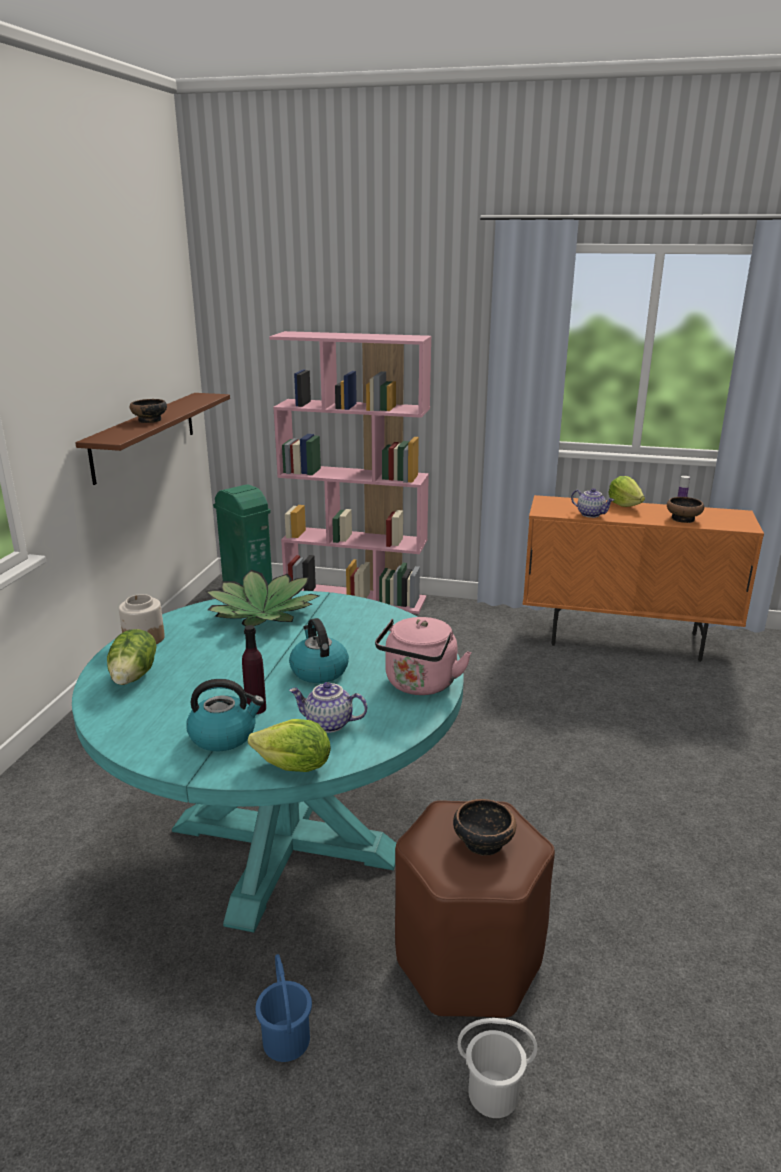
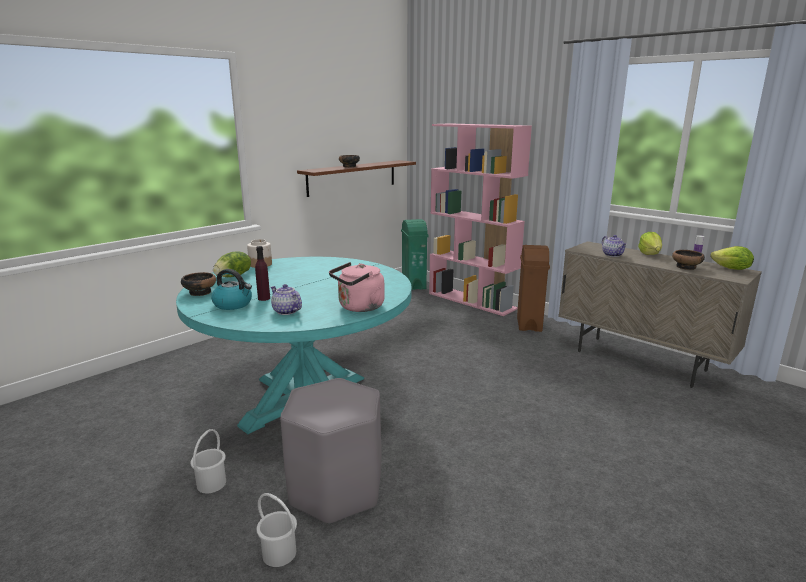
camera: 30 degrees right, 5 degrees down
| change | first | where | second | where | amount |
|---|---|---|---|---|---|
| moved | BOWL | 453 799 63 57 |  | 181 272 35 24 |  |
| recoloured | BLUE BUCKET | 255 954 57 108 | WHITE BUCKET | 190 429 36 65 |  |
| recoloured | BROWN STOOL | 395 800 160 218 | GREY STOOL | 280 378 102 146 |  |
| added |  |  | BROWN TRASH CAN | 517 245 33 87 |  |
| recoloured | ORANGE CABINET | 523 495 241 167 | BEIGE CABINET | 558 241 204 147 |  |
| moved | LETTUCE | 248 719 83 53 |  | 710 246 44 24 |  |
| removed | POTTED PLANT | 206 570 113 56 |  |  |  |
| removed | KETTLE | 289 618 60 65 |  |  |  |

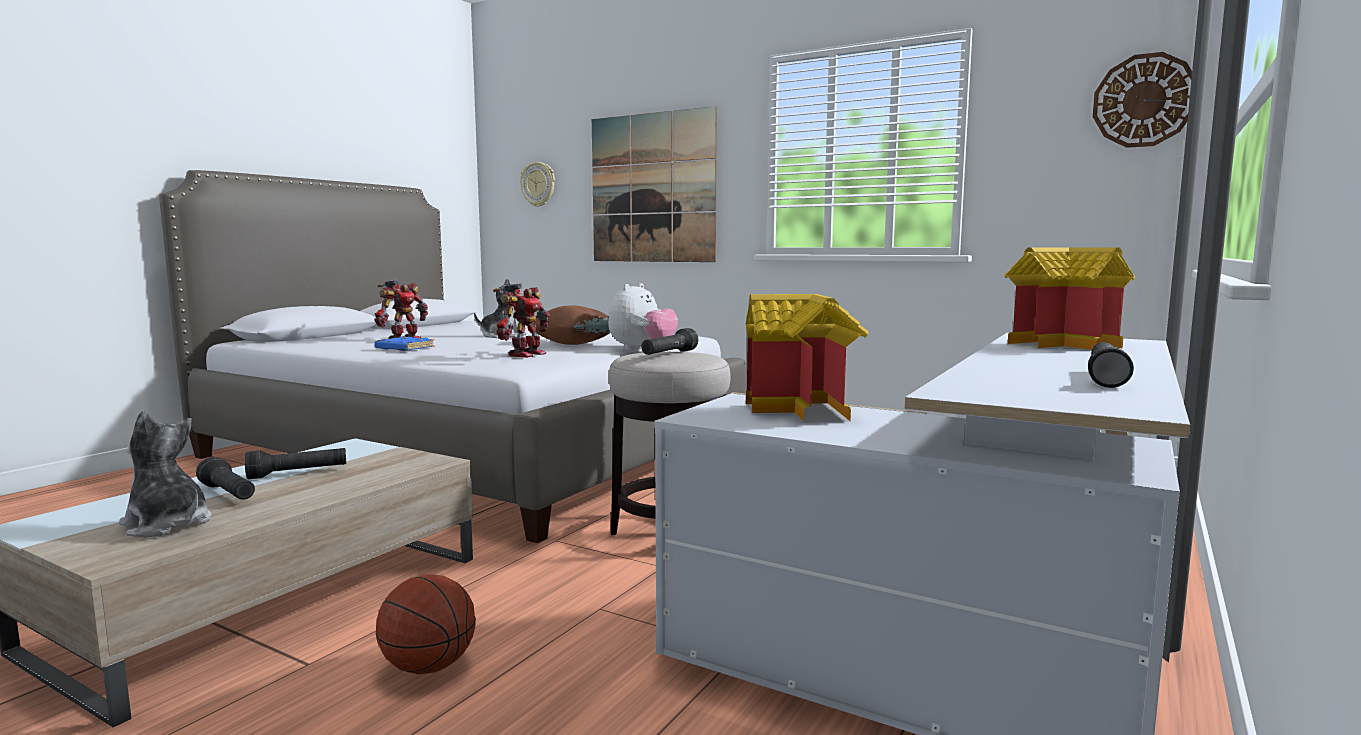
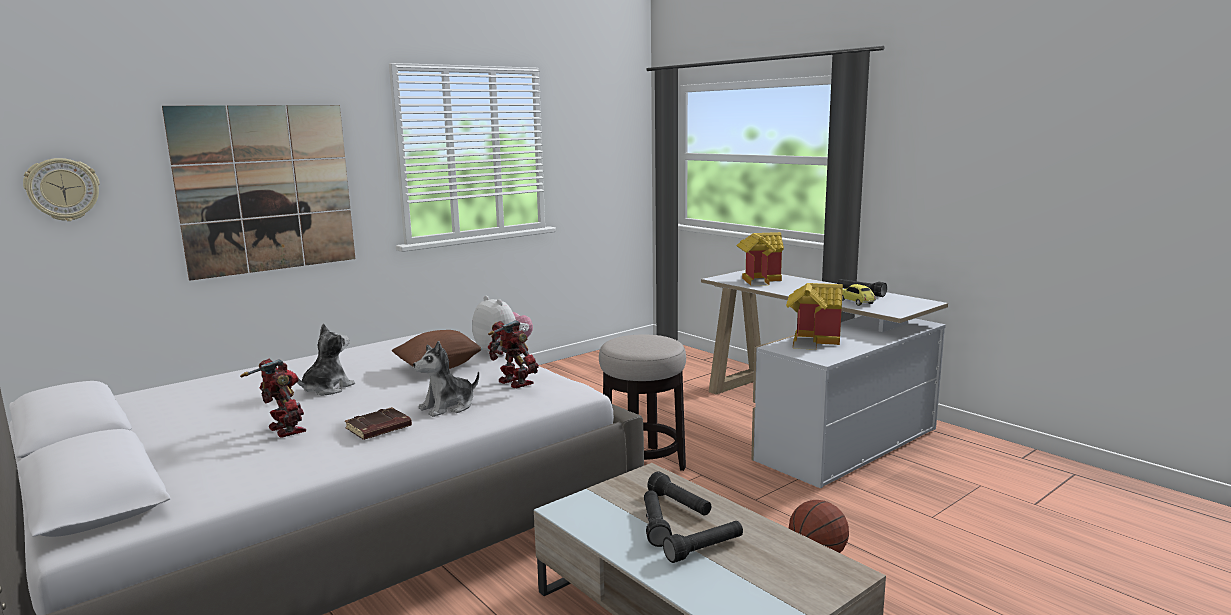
camera: 70 degrees left, 5 degrees up
| change | first | where | second | where | amount |
|---|---|---|---|---|---|
| recoloured | BLUE BOOK | 375 336 60 15 | BROWN BOOK | 345 407 67 33 |  |
| moved | PLUSH TOY | 119 411 93 126 |  | 413 341 66 76 |  |
| moved | BLACK FLASHLIGHT | 641 328 57 27 |  | 647 472 64 44 |  |
| added |  |  | TOY CAR | 842 284 34 22 |  |
| removed | WALL CLOCK | 1093 52 99 96 |  |  |  |

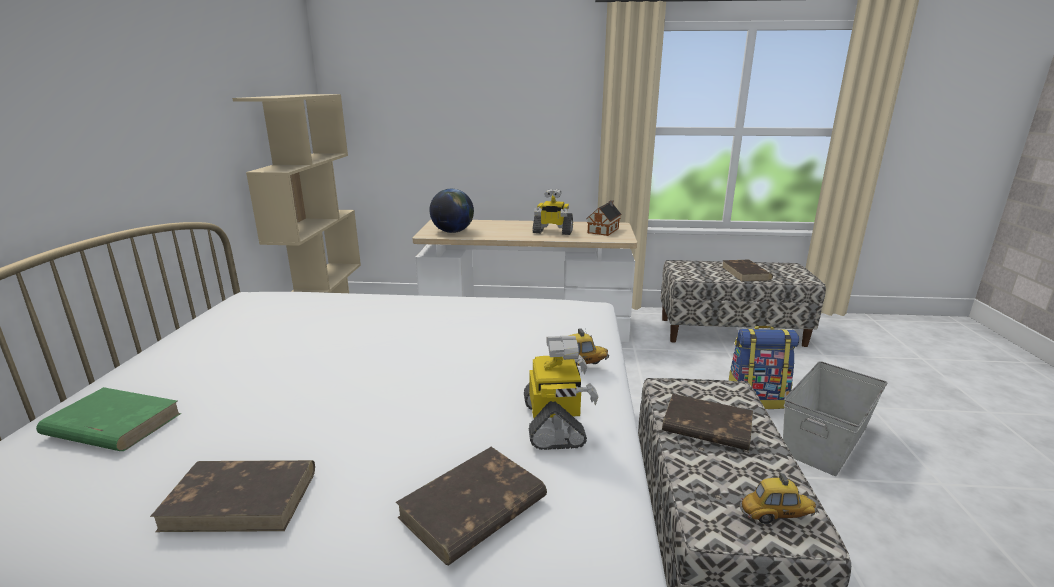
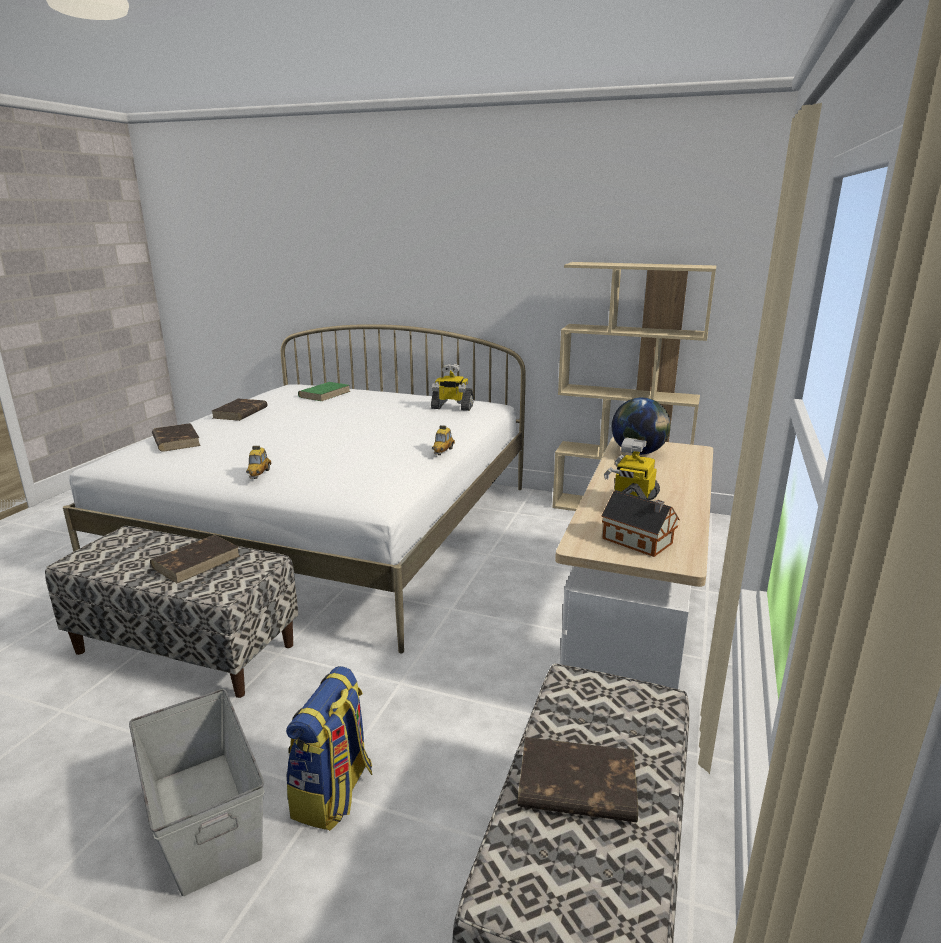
camera: 105 degrees right, 0 degrees up
| change | first | where | second | where | amount |
|---|---|---|---|---|---|
| moved | TOY ROBOT | 524 336 74 114 |  | 431 363 43 48 |  |
| moved | TOY CAR | 738 473 79 51 |  | 432 425 23 30 |  |

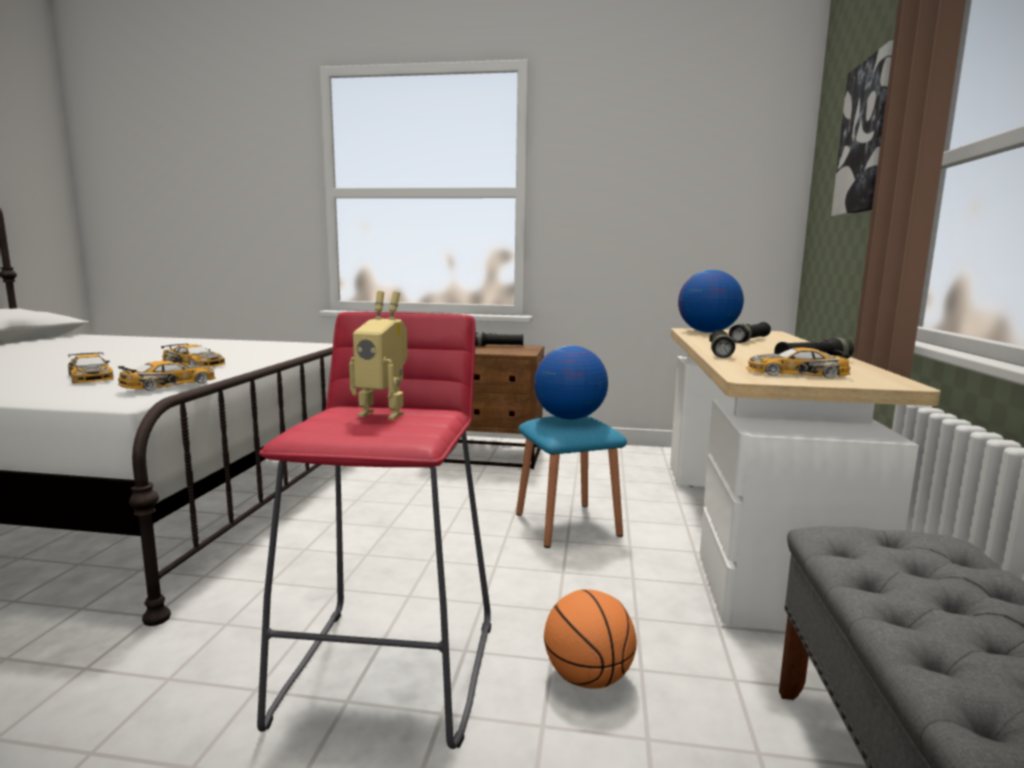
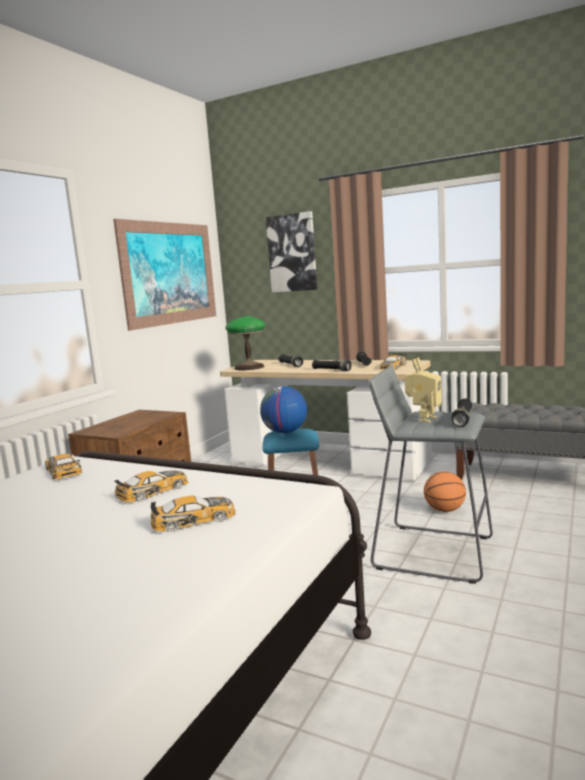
camera: 70 degrees left, 0 degrees up
| change | first | where | second | where | amount |
|---|---|---|---|---|---|
| moved | TOY CAR | 117 361 99 30 |  | 45 454 37 25 |  |
| added |  |  | PICTURE | 113 219 103 112 |  |
| replaced | GLOBE | 678 270 66 63 | TABLE LAMP | 226 316 40 54 |  |
| recoloured | RED STOOL | 257 312 234 437 | GREY STOOL | 369 366 124 218 |  |
| moved | BLACK FLASHLIGHT | 475 332 48 14 |  | 451 399 21 28 |  |

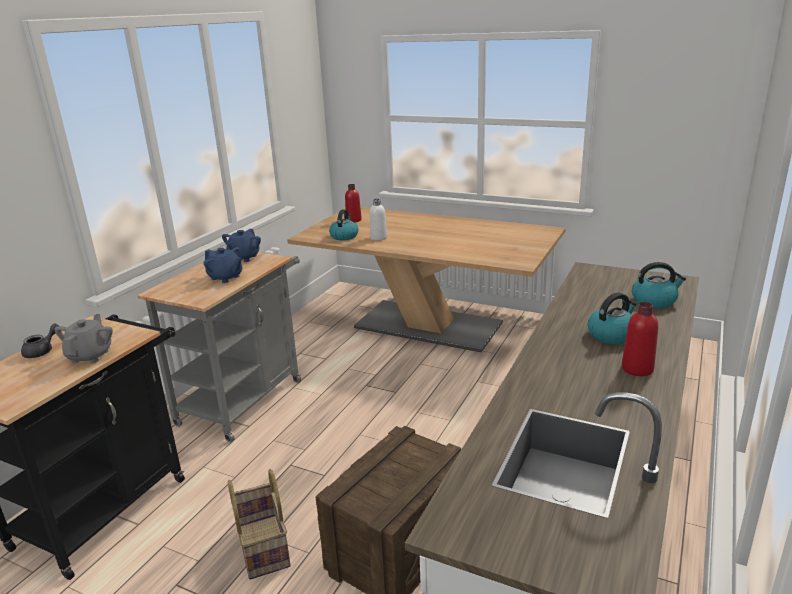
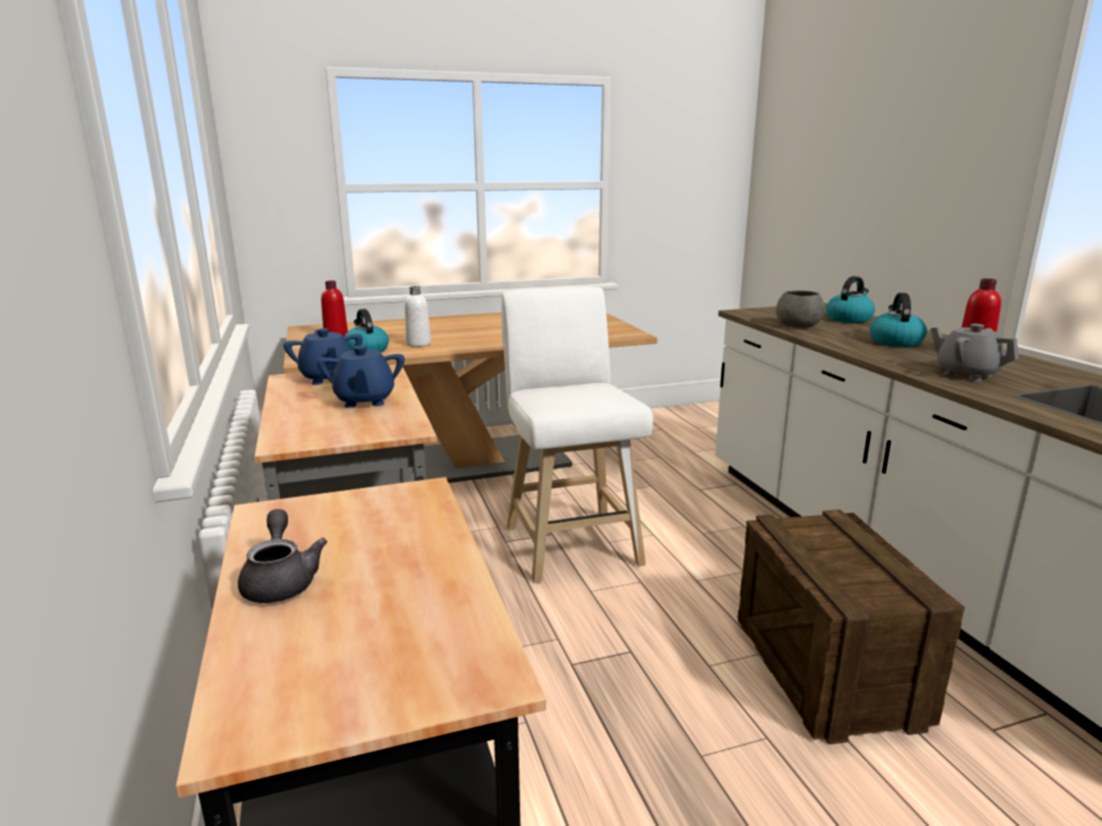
camera: 45 degrees left, 5 degrees down
| change | first | where | second | where | amount |
|---|---|---|---|---|---|
| turned | BLUE TEAPOT | 204 247 38 36 |  | 317 346 88 62 | 90 degrees clockwise |
| added |  |  | WHITE STOOL | 501 287 152 296 |  |
| added |  |  | GREY BOWL | 776 290 49 38 |  |
| moved | GREY TEAPOT | 54 314 59 49 |  | 931 324 87 57 |  |
| removed | BASKET | 228 469 63 110 |  |  |  |

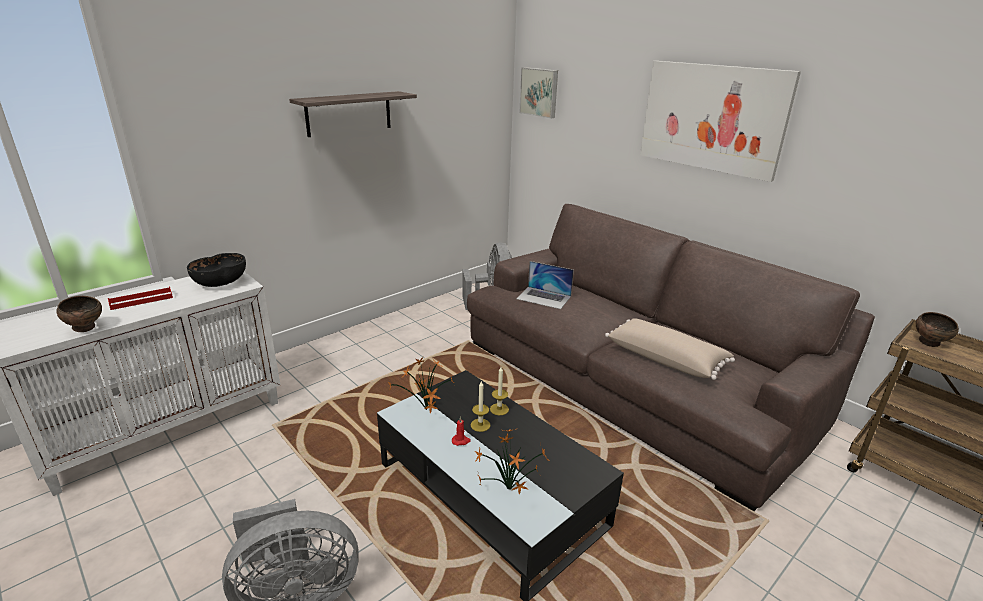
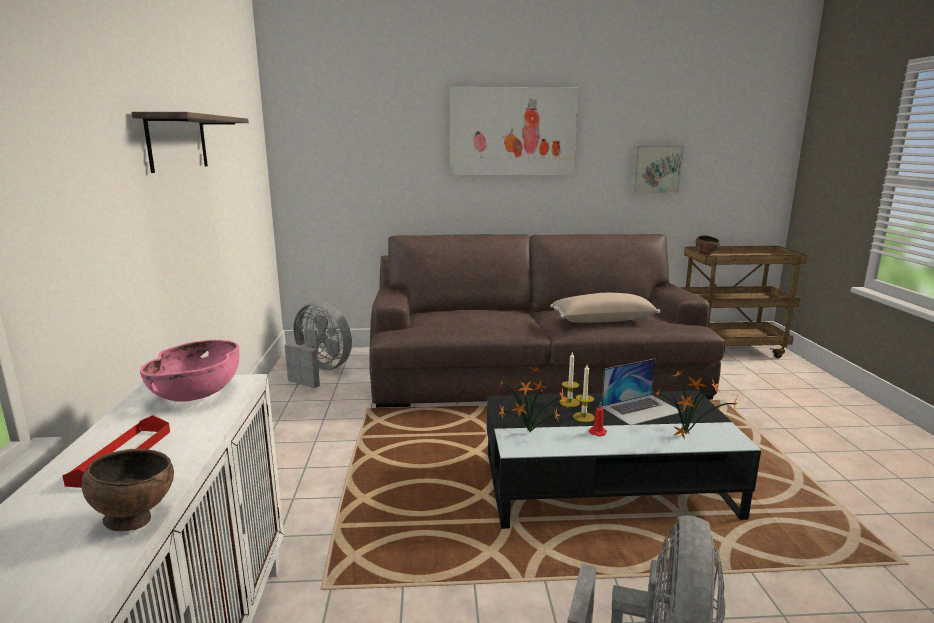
camera: 50 degrees left, 10 degrees down
| change | first | where | second | where | amount |
|---|---|---|---|---|---|
| recoloured | BLACK BOWL | 187 253 59 34 | PINK BOWL | 140 340 99 62 |  |
| moved | LAPTOP | 516 261 58 48 |  | 601 359 78 67 |  |
| moved | PICTURE | 519 67 39 52 |  | 632 146 52 48 |  |

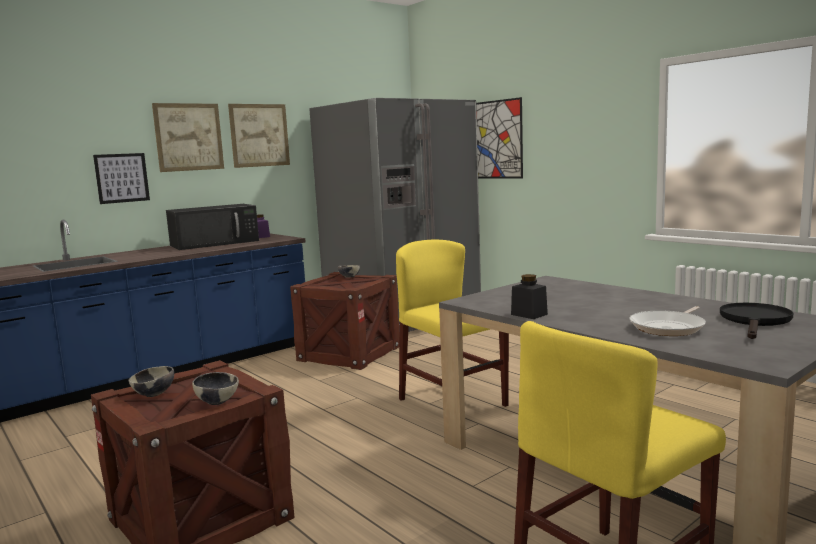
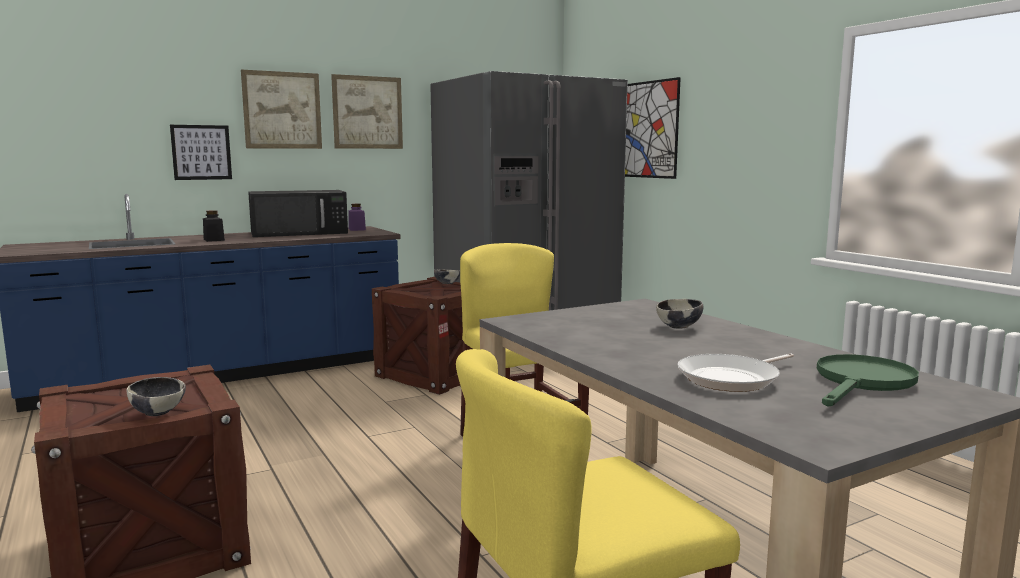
camera: 10 degrees right, 0 degrees up
| change | first | where | second | where | amount |
|---|---|---|---|---|---|
| moved | BLACK JAR | 511 274 37 45 |  | 203 210 22 32 |  |
| moved | BOWL | 129 366 45 31 |  | 656 299 47 30 |  |
| recoloured | BLACK FRYING PAN | 720 303 73 36 | GREEN FRYING PAN | 817 354 102 52 |  |

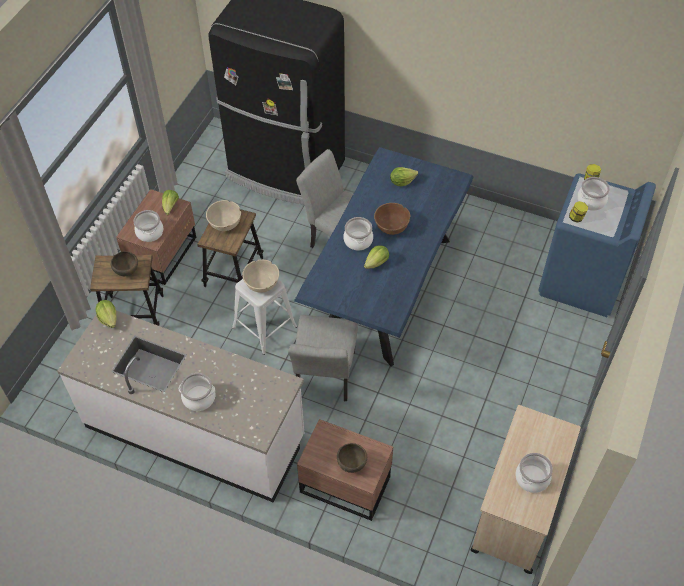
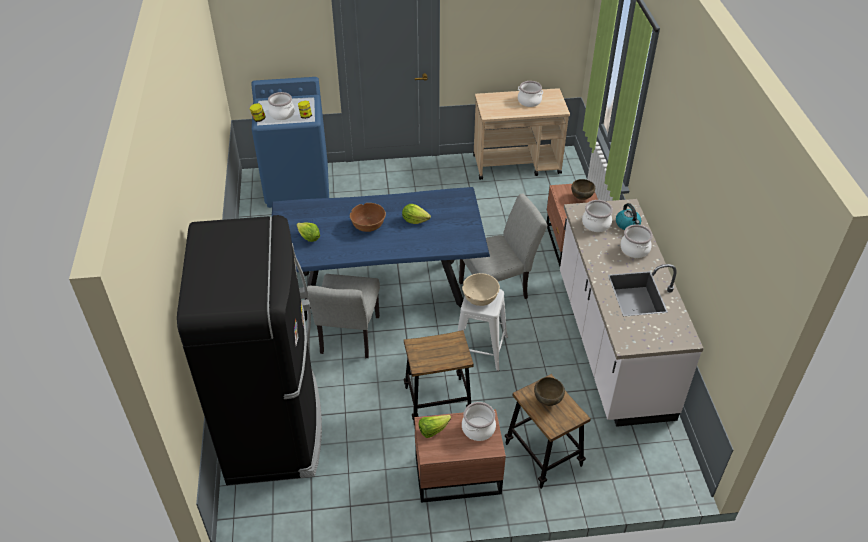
camera: 120 degrees left, 10 degrees down
| change | first | where | second | where | amount |
|---|---|---|---|---|---|
| moved | COOKING POT | 343 217 30 33 |  | 582 200 31 32 |  |
| added |  |  | KETTLE | 616 203 25 27 |  |
| removed | LETTUCE | 95 300 22 28 |  |  |  |
| removed | BEIGE BOWL | 206 200 35 31 |  |  |  |

